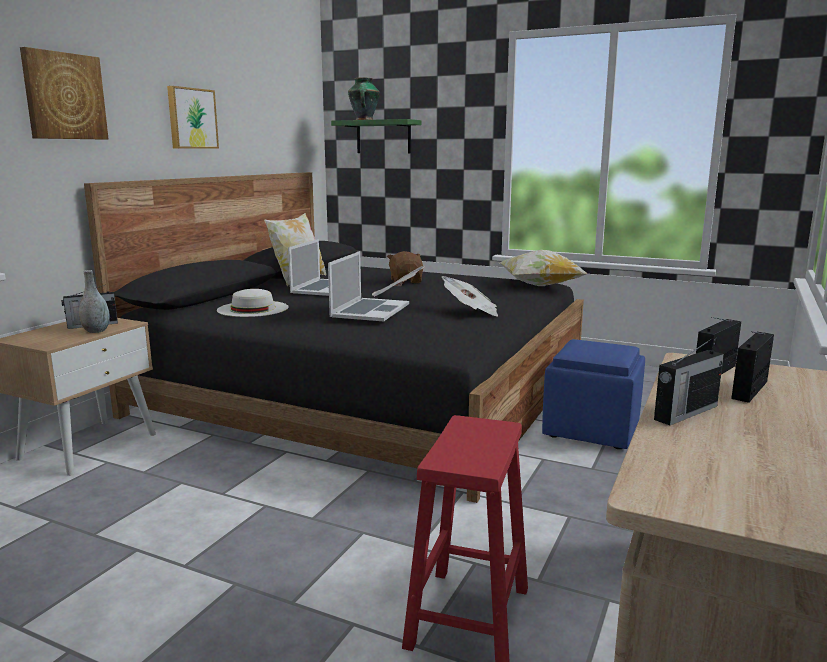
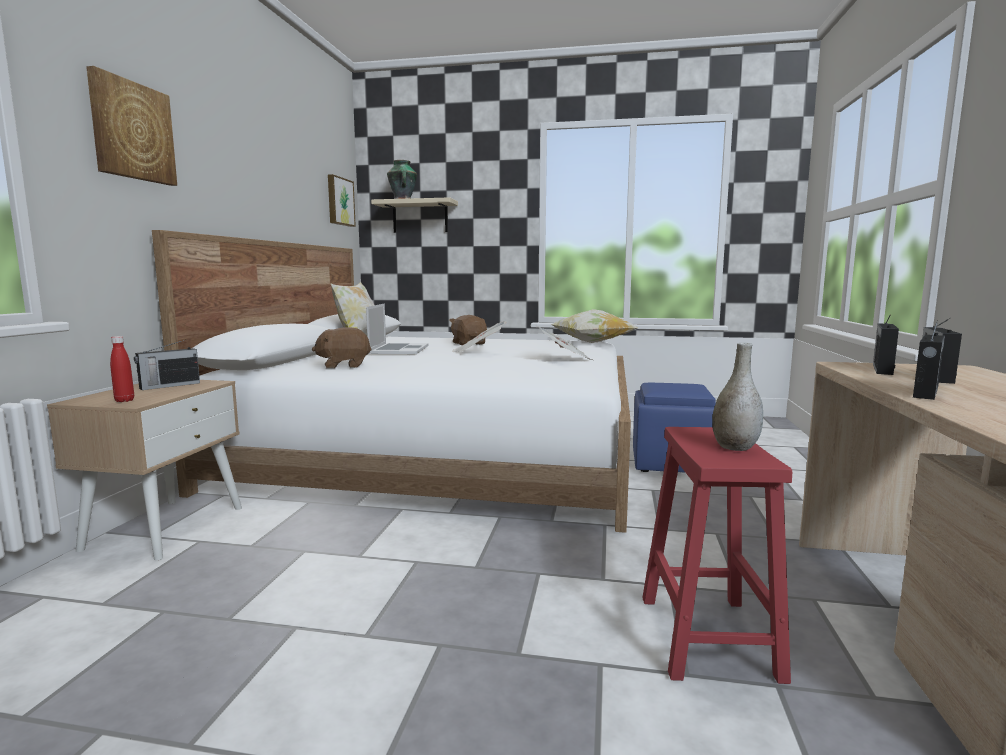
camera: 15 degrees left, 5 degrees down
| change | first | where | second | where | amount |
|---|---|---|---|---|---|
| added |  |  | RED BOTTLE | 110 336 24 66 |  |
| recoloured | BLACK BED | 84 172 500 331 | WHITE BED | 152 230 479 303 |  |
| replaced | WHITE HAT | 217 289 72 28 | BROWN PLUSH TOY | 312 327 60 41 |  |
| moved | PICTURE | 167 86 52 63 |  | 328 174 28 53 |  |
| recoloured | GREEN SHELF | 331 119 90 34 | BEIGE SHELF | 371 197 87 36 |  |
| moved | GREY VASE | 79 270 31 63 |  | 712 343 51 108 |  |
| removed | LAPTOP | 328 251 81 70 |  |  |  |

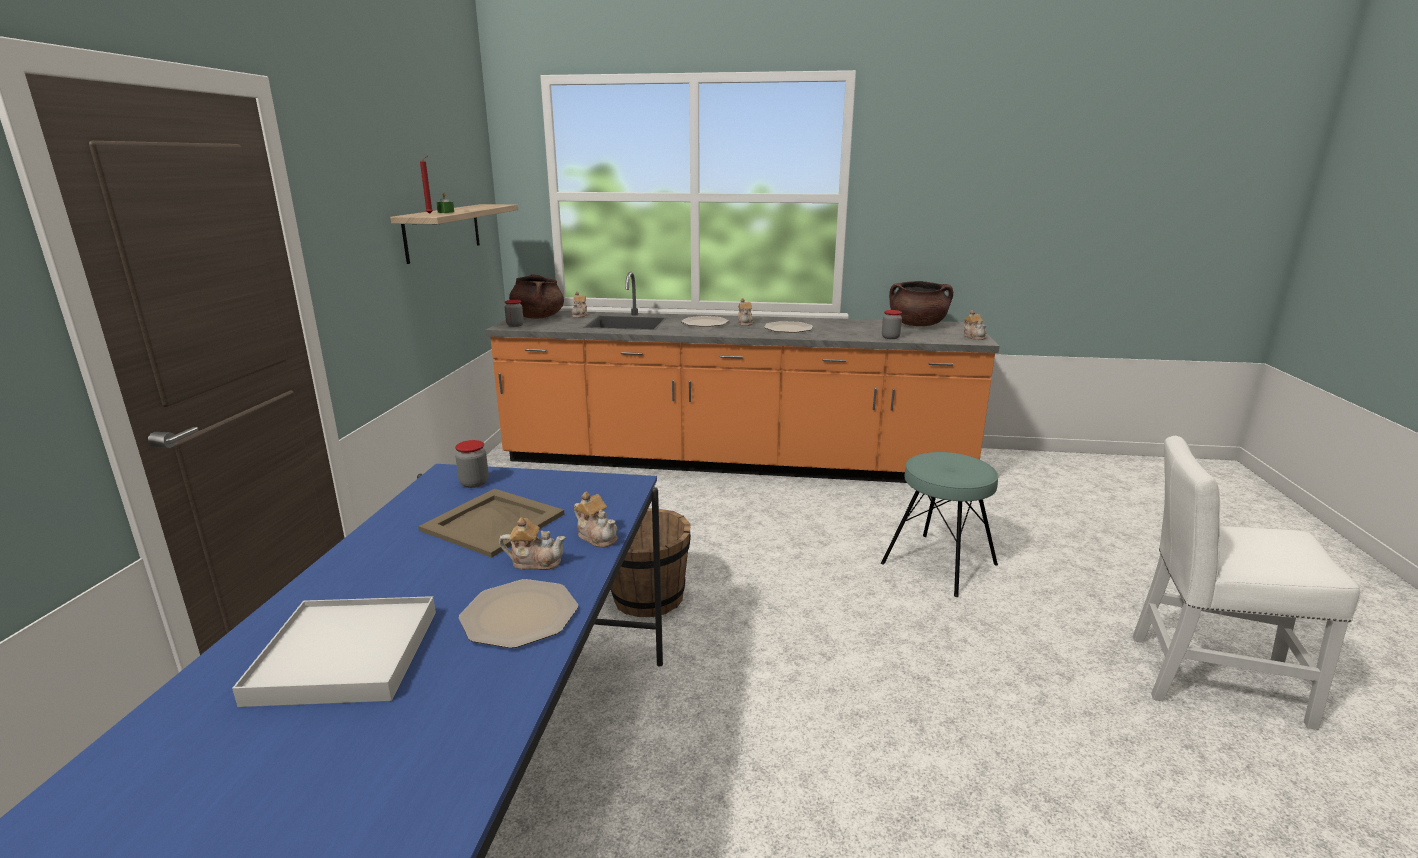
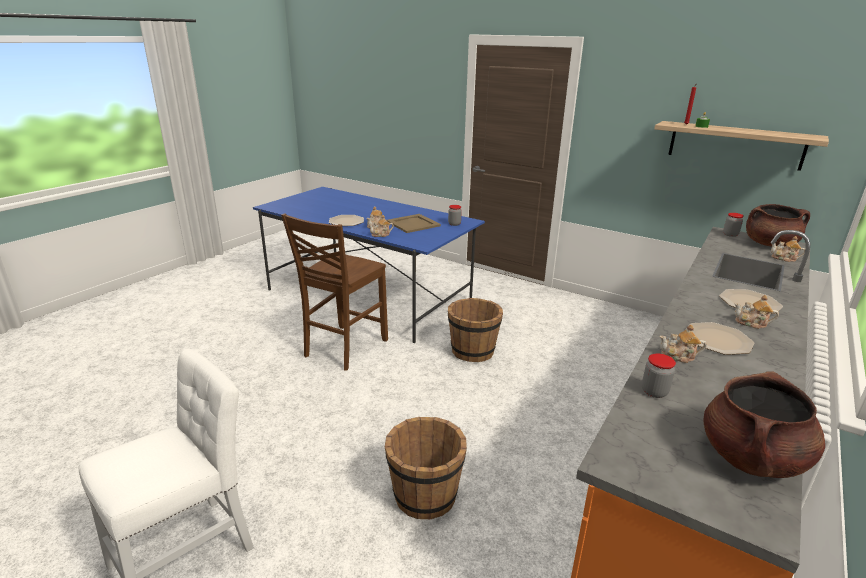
camera: 115 degrees right, 5 degrees up
| change | first | where | second | where | amount |
|---|---|---|---|---|---|
| added |  |  | BROWN CHAIR | 281 213 107 158 |  |
| replaced | TURQUOISE STOOL | 881 452 117 145 | BROWN BUCKET | 385 417 82 102 |  |
| moved | TEAPOT | 964 310 23 30 |  | 660 325 47 38 |  |
| removed | WHITE TRAY | 232 596 204 111 |  |  |  |

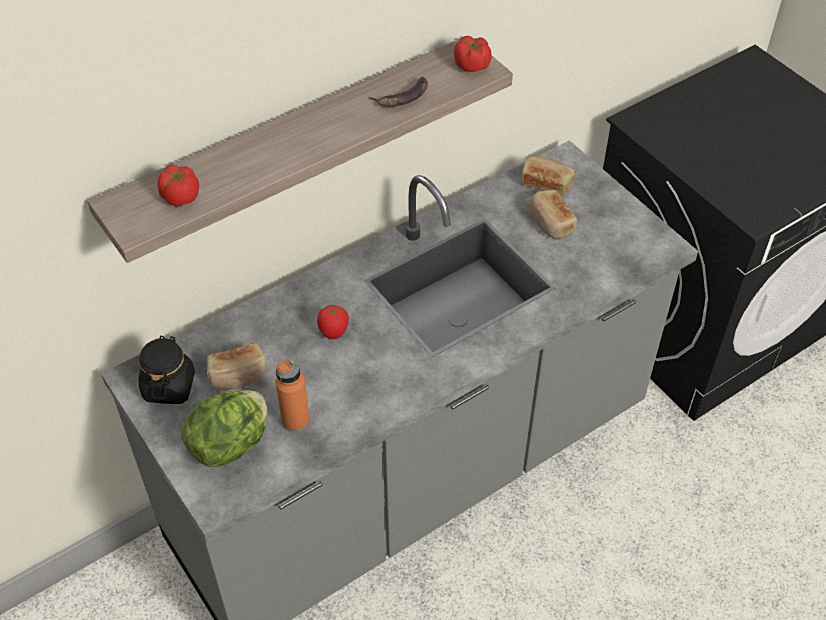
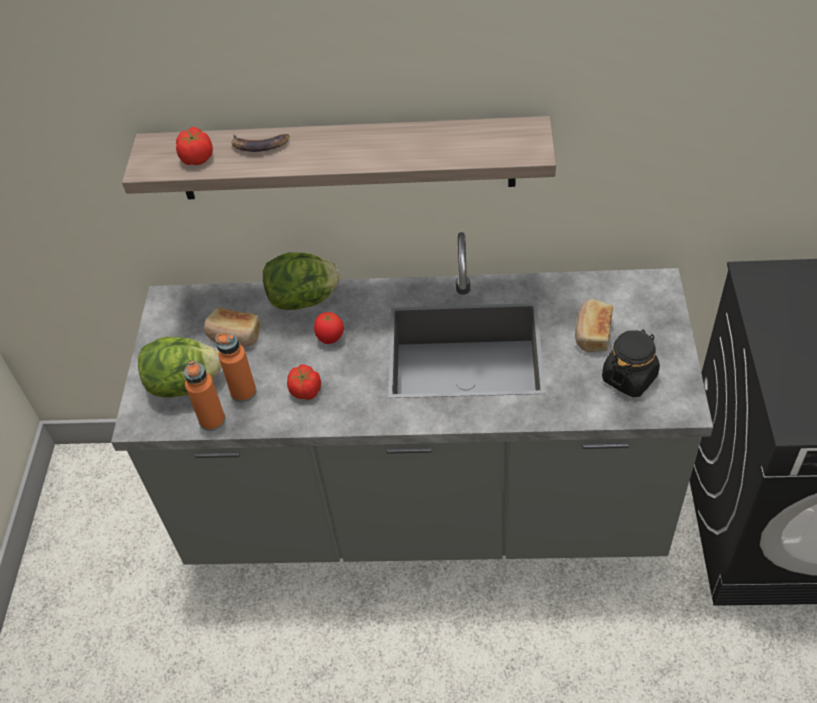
camera: 40 degrees right, 0 degrees up
| change | first | where | second | where | amount |
|---|---|---|---|---|---|
| added |  |  | ORANGE BOTTLE | 184 360 41 71 |  |
| moved | BANANA | 368 76 60 31 |  | 232 134 58 18 |  |
| added |  |  | LETTUCE | 263 253 77 57 |  |
| moved | TOMATO | 454 36 38 36 |  | 287 364 34 36 |  |
| moved | BLACK JAR | 139 336 56 68 |  | 602 330 58 67 |  |
| removed | BREAD | 521 156 54 40 |  |  |  |

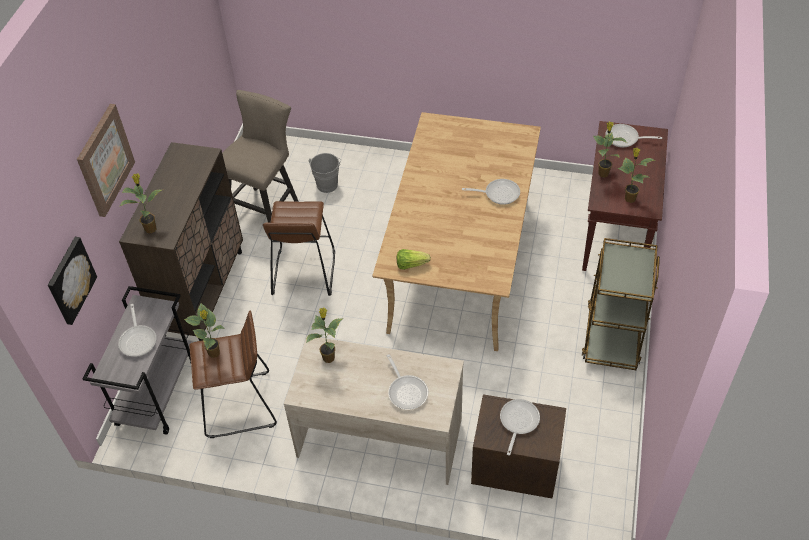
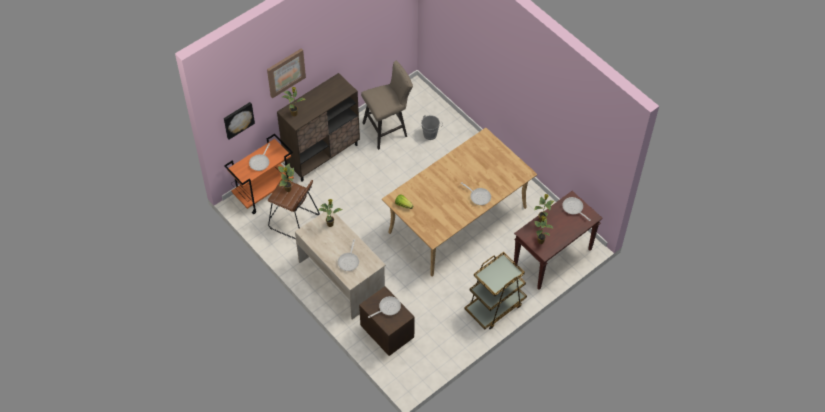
camera: 35 degrees right, 5 degrees up
| change | first | where | second | where | amount |
|---|---|---|---|---|---|
| recoloured | GREY CART | 83 286 110 149 | ORANGE CART | 224 134 70 80 |  |
| removed | BROWN STOOL | 263 201 72 95 |  |  |  |

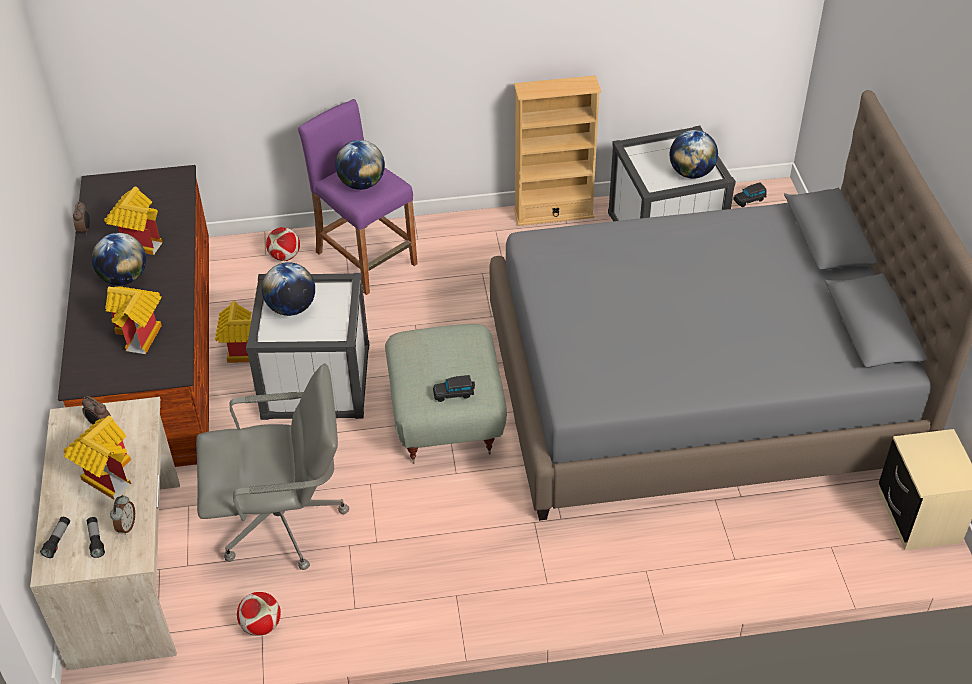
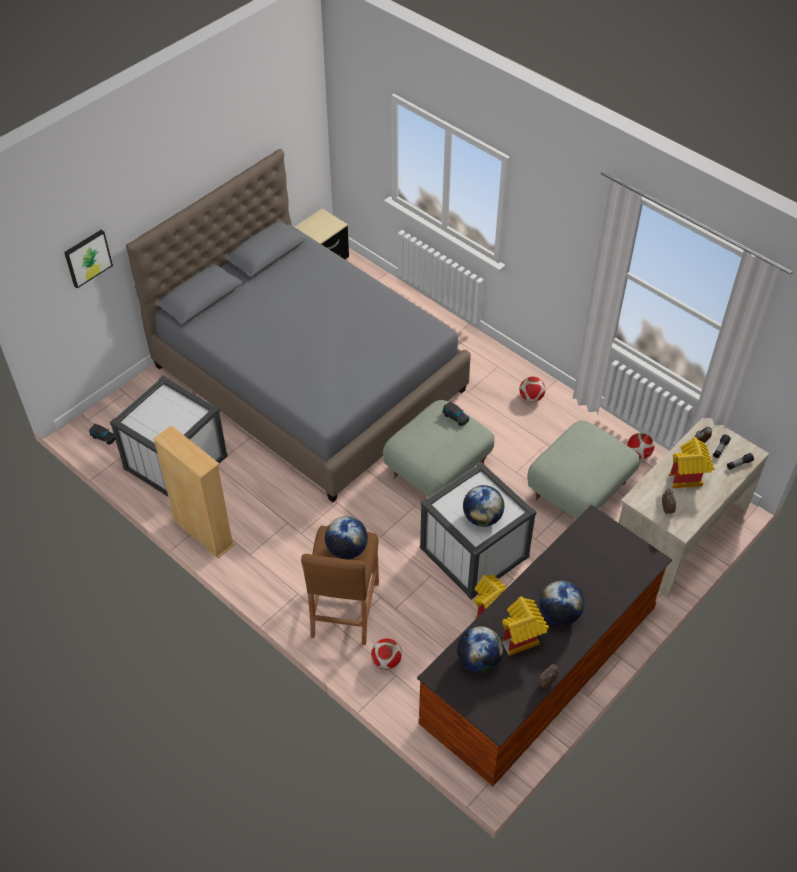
camera: 130 degrees left, 5 degrees up
| change | first | where | second | where | amount |
|---|---|---|---|---|---|
| added |  |  | PICTURE | 64 230 49 58 |  |
| recoloured | PURPLE STOOL | 298 99 119 196 | BROWN STOOL | 301 526 78 119 |  |
| moved | GLOBE | 670 130 48 49 |  | 457 626 46 47 |  |
| added |  |  | FOOTBALL | 519 377 26 25 |  |
| replaced | GREY OFFICE CHAIR | 196 363 153 207 | GREY OTTOMAN | 528 420 112 99 |  |
| removed | TOY HOUSE | 105 286 57 68 |  |  |  |

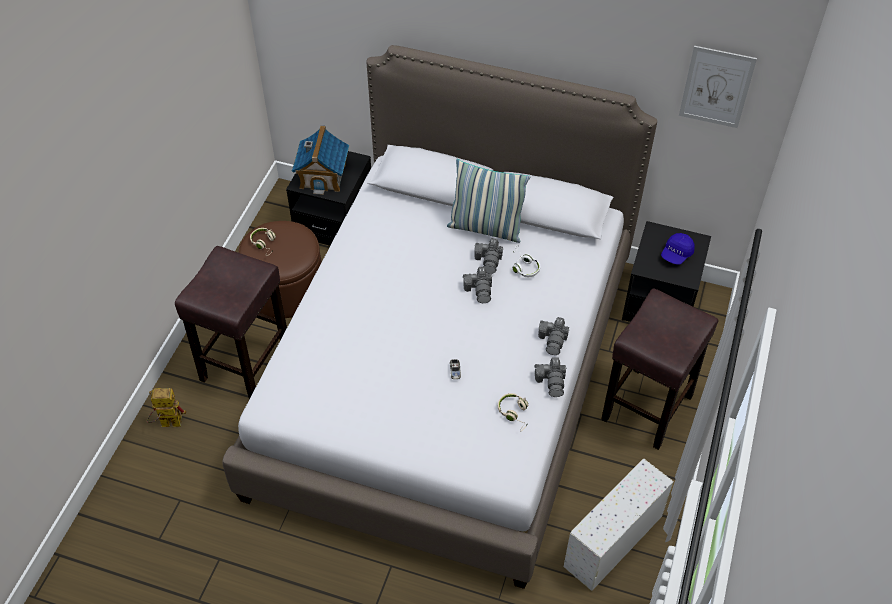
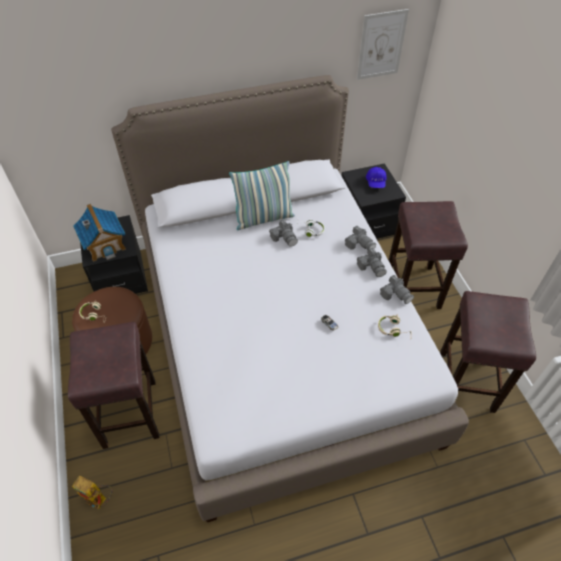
camera: 35 degrees left, 0 degrees up
| change | first | where | second | where | amount |
|---|---|---|---|---|---|
| turned | TOY ROBOT | 147 388 39 39 |  | 72 476 40 33 | 120 degrees counterclockwise |
| moved | PHOTO CAMERA | 463 267 30 36 |  | 345 226 31 25 |  |
| replaced | WHITE STORAGE BOX | 564 459 110 132 | BROWN STOOL | 440 291 96 122 |  |

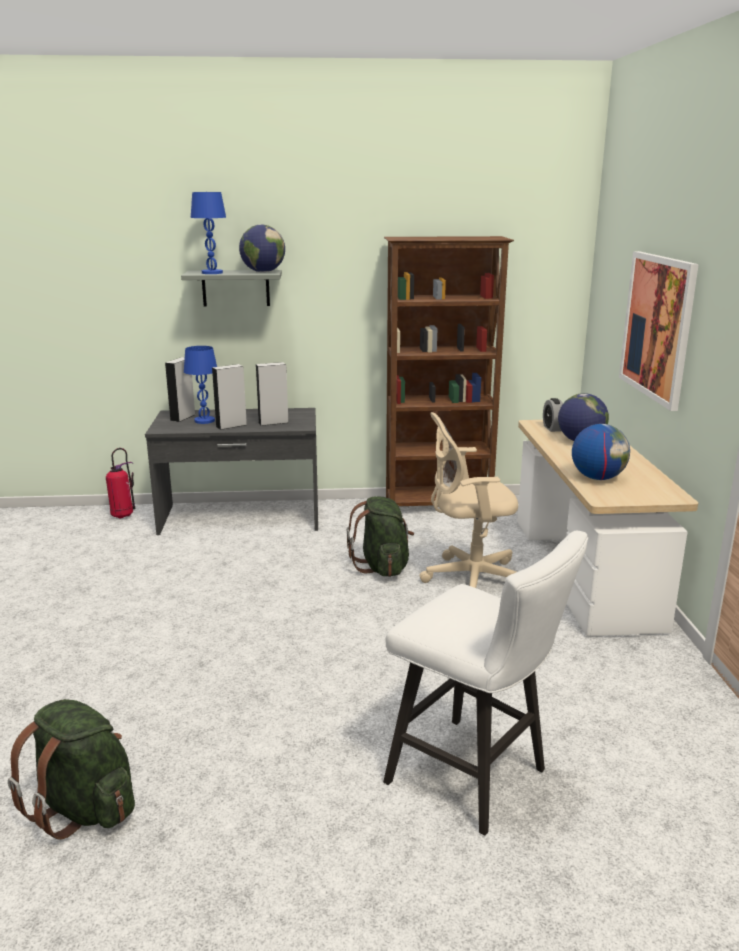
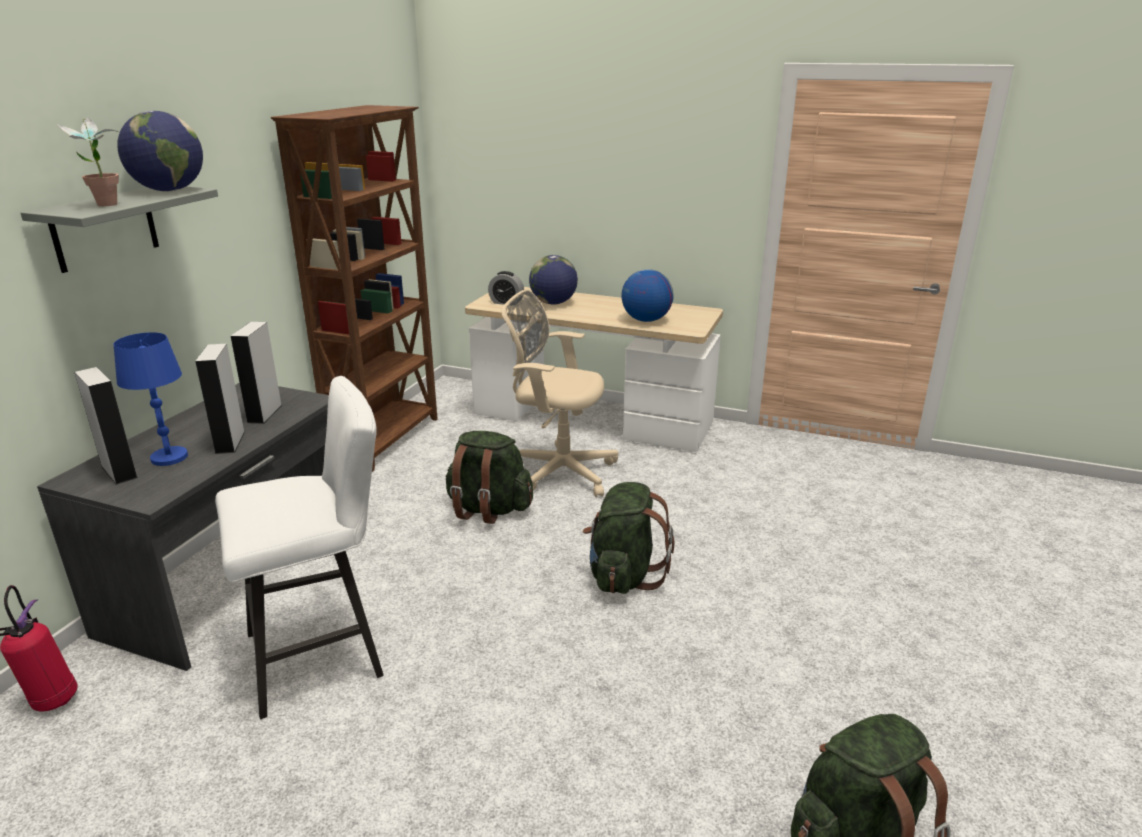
camera: 65 degrees left, 5 degrees up
| change | first | where | second | where | amount |
|---|---|---|---|---|---|
| replaced | BLUE TABLE LAMP | 191 192 35 82 | POTTED PLANT | 57 117 62 89 |  |
| moved | WHITE STOOL | 383 531 205 305 |  | 215 376 169 343 |  |
| turned | BEIGE OFFICE CHAIR | 420 412 98 176 |  | 501 289 117 208 | 90 degrees clockwise |
| added |  |  | GREEN BACKPACK | 583 482 91 112 |  |
| removed | PICTURE | 619 251 80 160 |  |  |  |

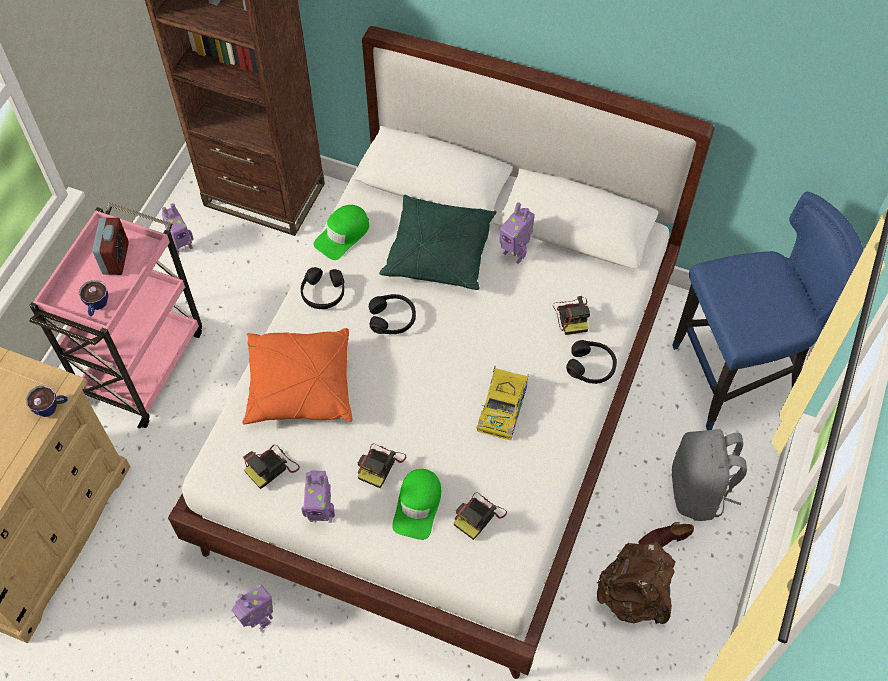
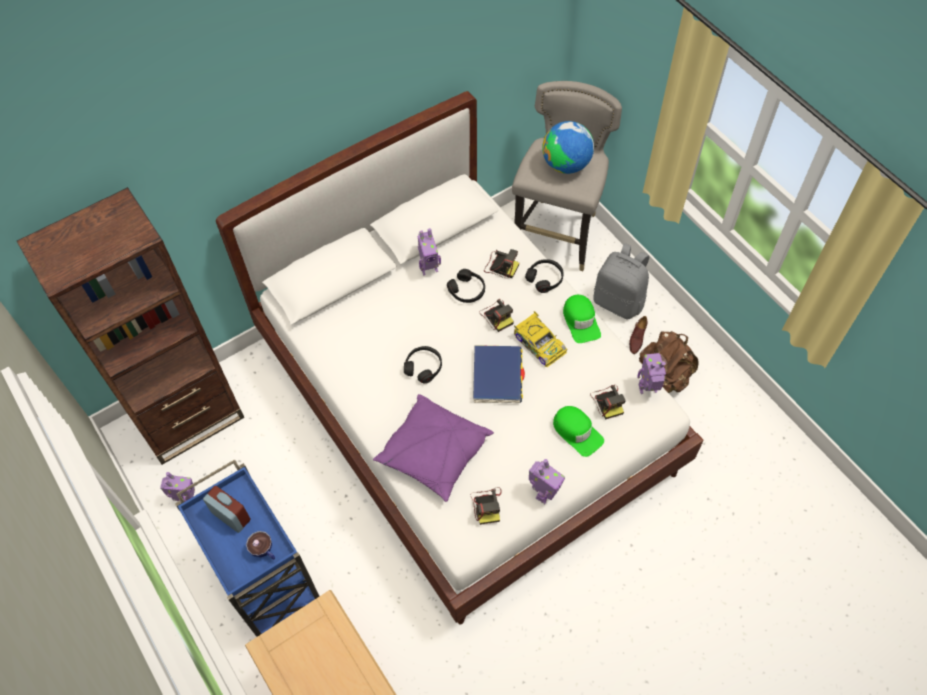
camera: 55 degrees left, 0 degrees up
| change | first | where | second | where | amount |
|---|---|---|---|---|---|
| recoloured | PINK CART | 29 203 173 226 | BLUE CART | 175 459 144 178 |  |
| recoloured | ORANGE PILLOW | 242 328 110 96 | PURPLE PILLOW | 373 394 121 108 |  |
| moved | BLACK HEADPHONES | 301 267 43 42 |  | 447 269 38 34 |  |
| added |  |  | BLUE BOOK | 473 345 52 58 |  |
| moved | PHOTO CAMERA | 358 444 48 44 |  | 479 299 35 33 |  |
| recoloured | BLUE STOOL | 672 192 192 238 | GREY STOOL | 512 81 110 190 |  |
| added |  |  | GLOBE | 542 121 52 53 |  |
| moved | GREEN CAP | 314 205 55 55 |  | 563 295 38 48 |  |
| moved | TOY ROBOT | 232 584 41 46 |  | 637 353 29 41 |  |
| removed | CUP | 26 385 41 32 |  |  |  |
| removed | GREEN PILLOW | 379 194 117 96 |  |  |  |

